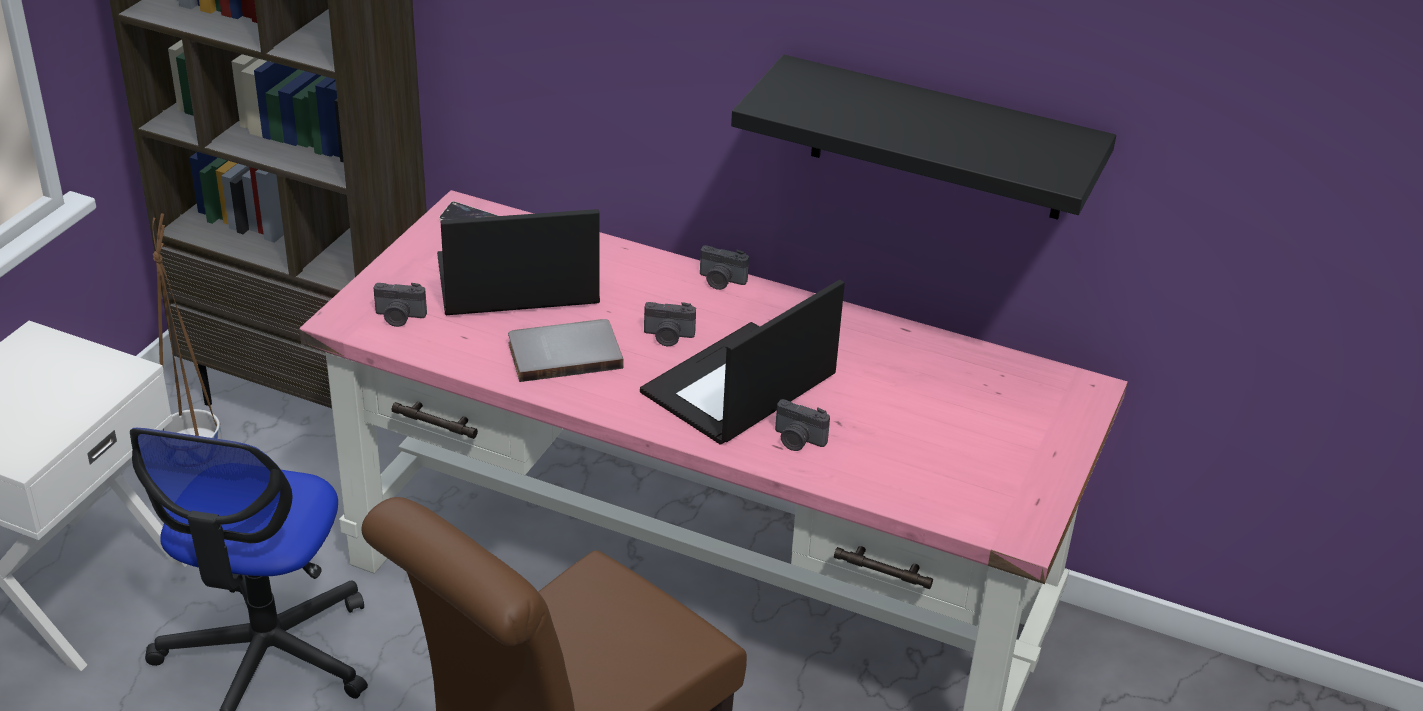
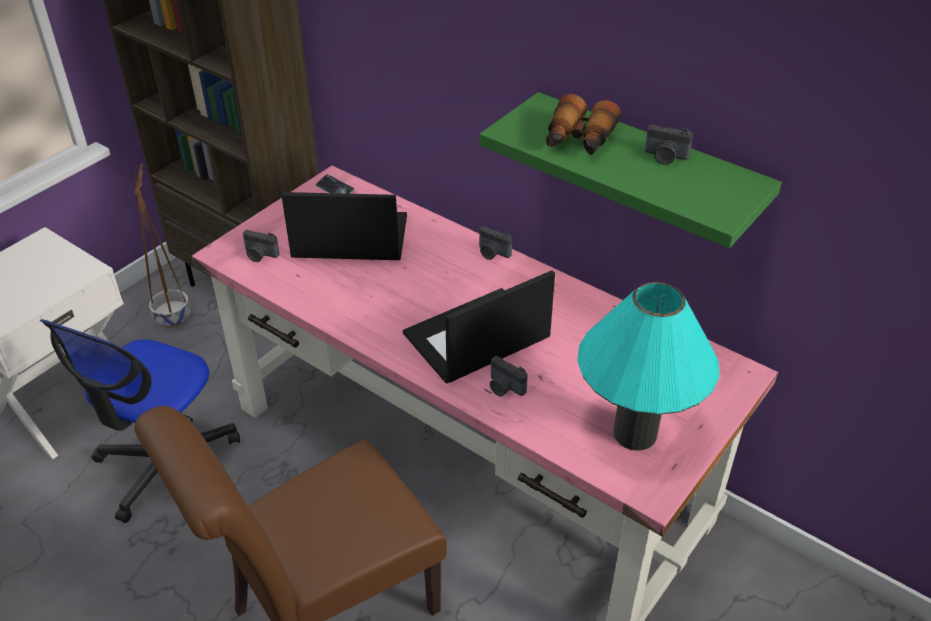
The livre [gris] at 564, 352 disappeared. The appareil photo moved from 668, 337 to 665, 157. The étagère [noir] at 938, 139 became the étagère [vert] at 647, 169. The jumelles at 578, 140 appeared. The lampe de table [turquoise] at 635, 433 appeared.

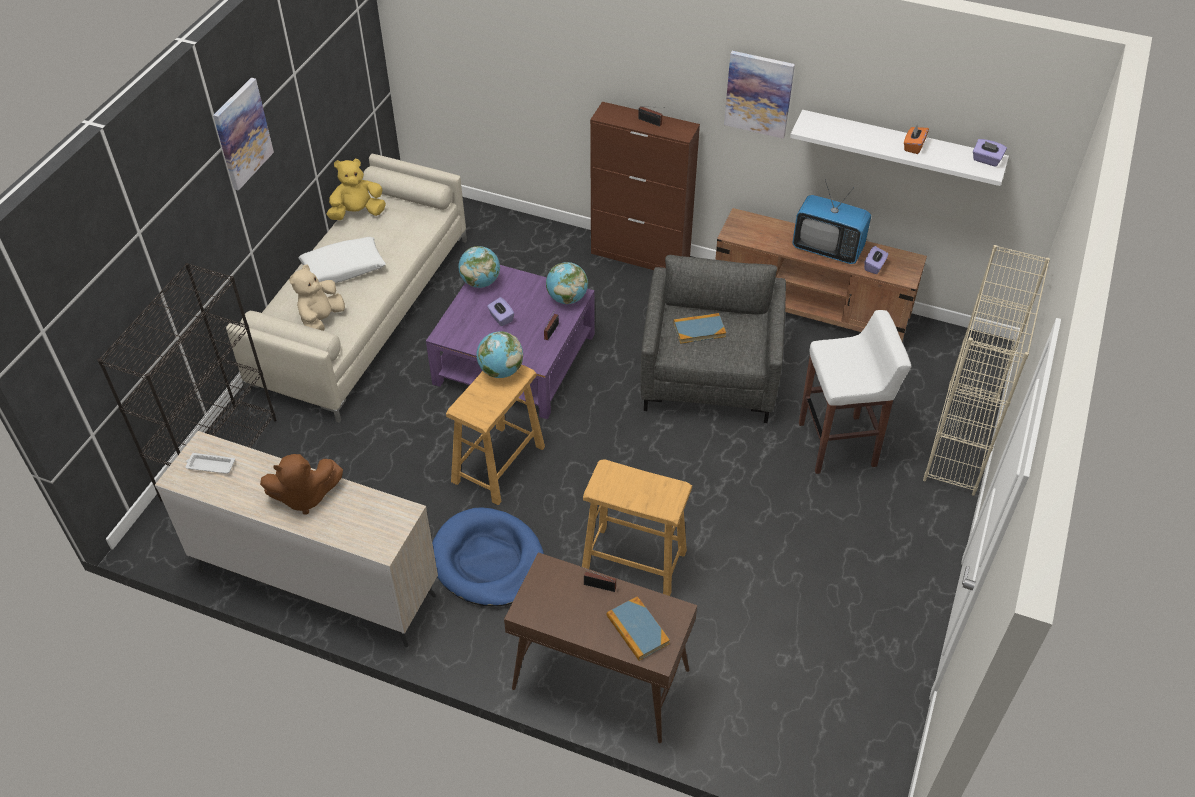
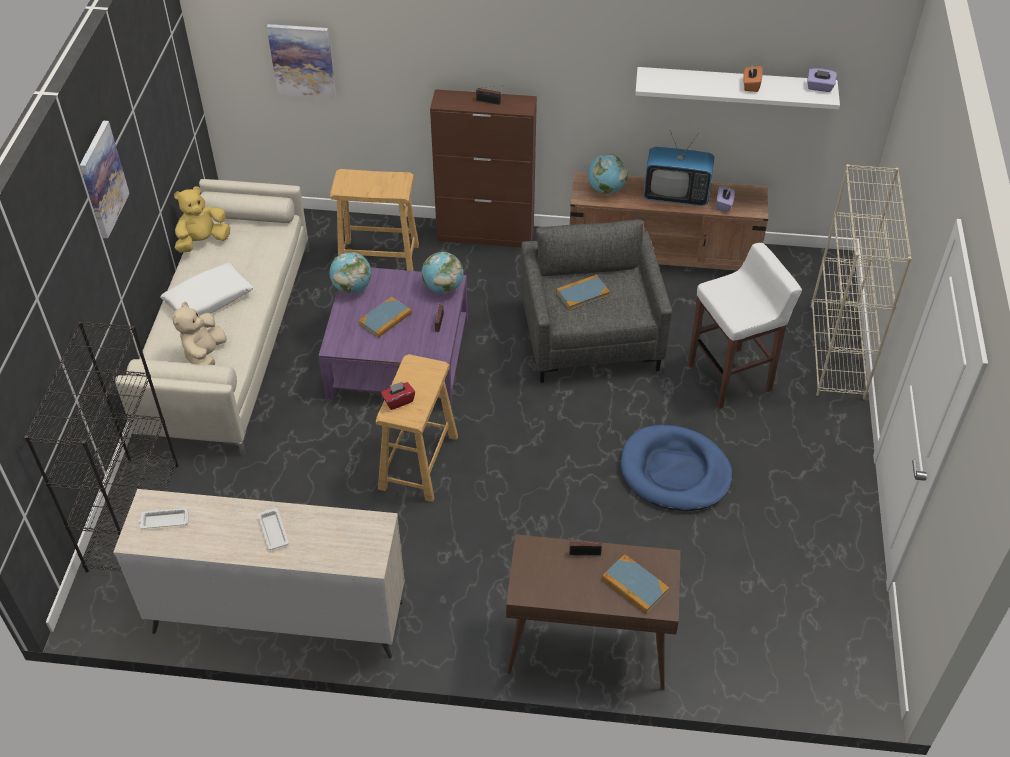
The peluche [marron] at 304, 496 was replaced by the plateau [blanc] at 273, 530. The panier pour chien [bleu] moved from 488, 561 to 675, 472. The globe moved from 501, 371 to 606, 189. The boîte à mouchoirs [violet] at 501, 318 was replaced by the livre at 385, 319. The tabouret [beige] moved from 633, 561 to 378, 258. The tableau moved from 759, 94 to 302, 60. The boîte à mouchoirs [rouge] at 398, 401 appeared.

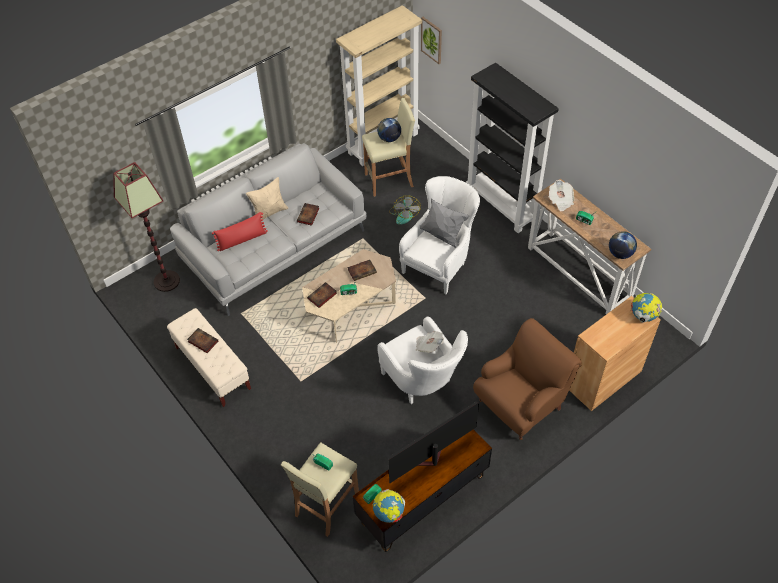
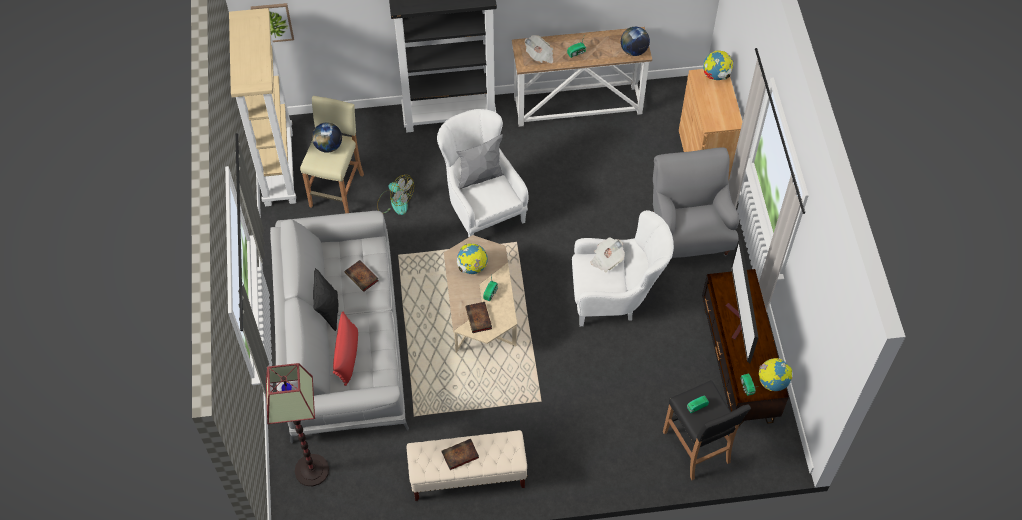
The coussin [beige] at 269, 212 became the coussin [noir] at 328, 311. The tabouret [beige] at 326, 505 became the tabouret [noir] at 696, 448. The livre at 362, 271 was replaced by the globe at 472, 267. The fauteuil [marron] at 521, 404 became the fauteuil [gris] at 689, 234.

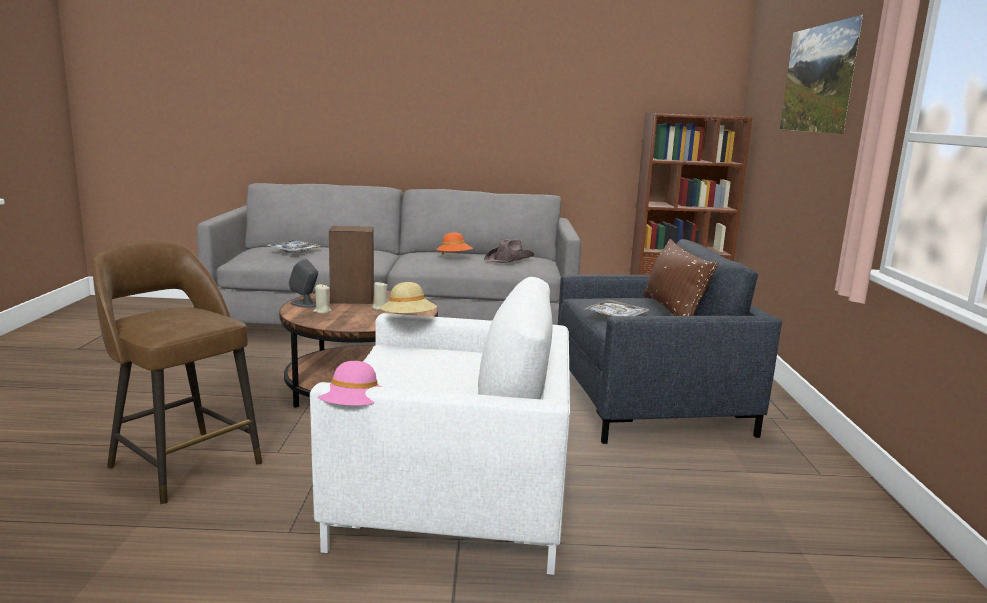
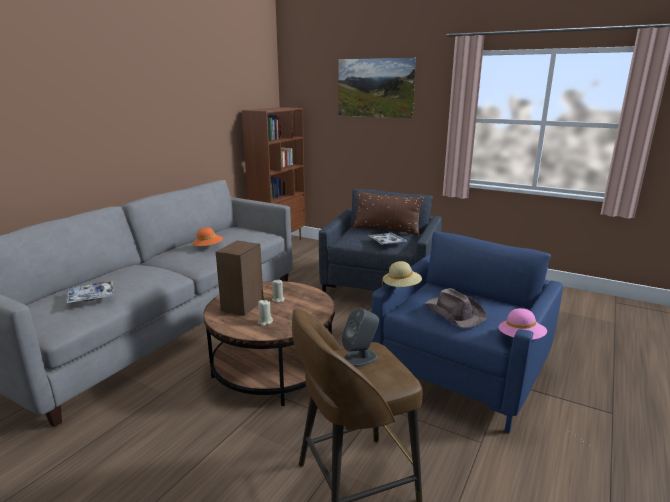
The enceinte [gris] moved from 305, 304 to 360, 358. The fauteuil [blanc] at 453, 499 became the fauteuil [bleu] at 461, 372. The chapeau [marron] moved from 509, 259 to 454, 312.

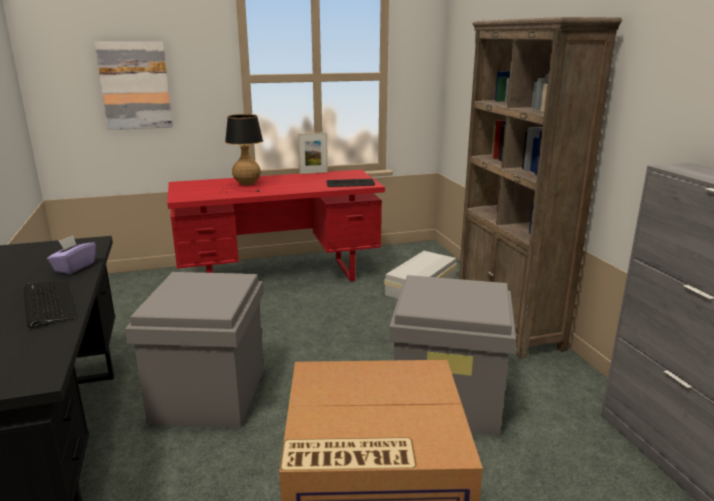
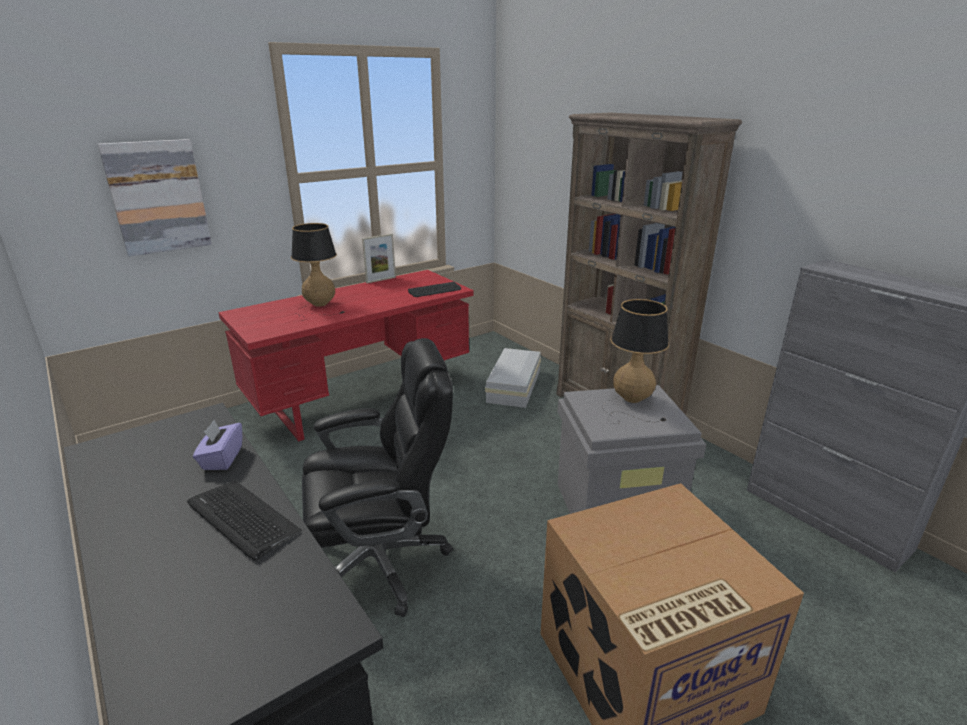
The boîte de rangement [gris] at 210, 395 was replaced by the chaise de bureau [noir] at 381, 561. The lampe de table at 630, 402 appeared.

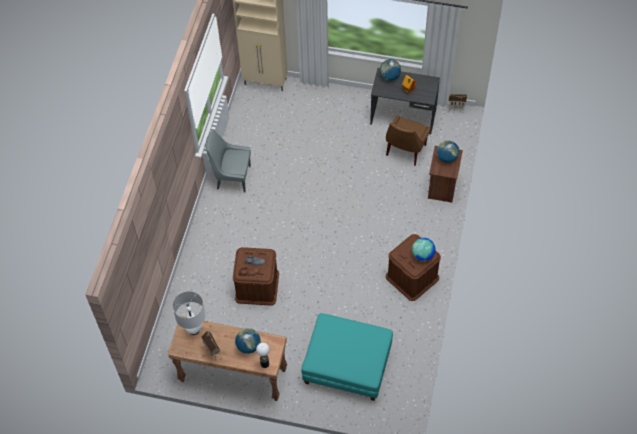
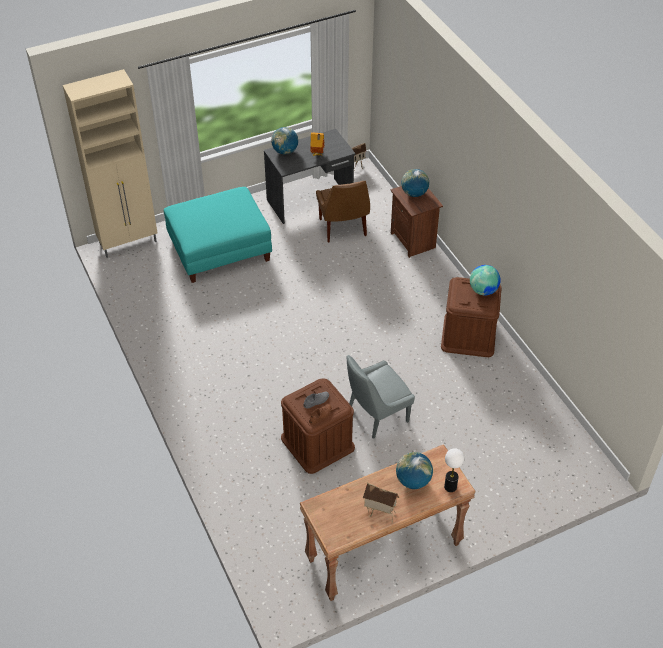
The lampe de table [blanc] at 194, 329 disappeared. The chaise [gris] moved from 232, 177 to 376, 415. The pouf [turquoise] moved from 347, 365 to 219, 249.

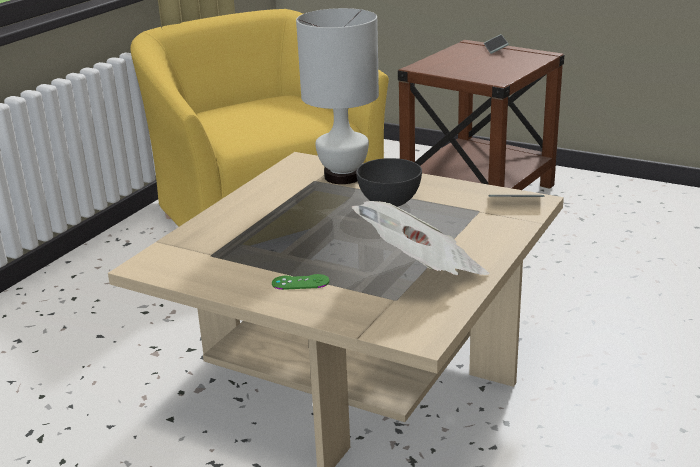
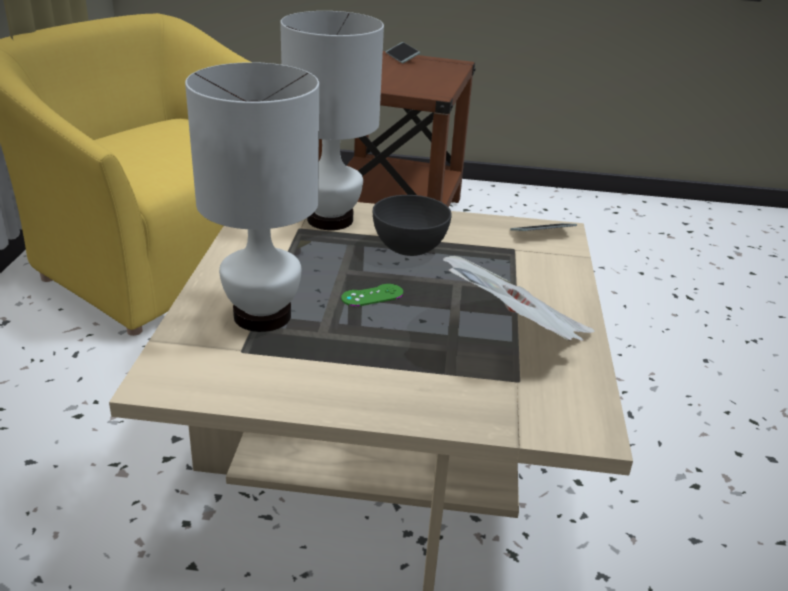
The manette [vert] moved from 300, 282 to 372, 295. The lampe de table [blanc] at 262, 315 appeared.

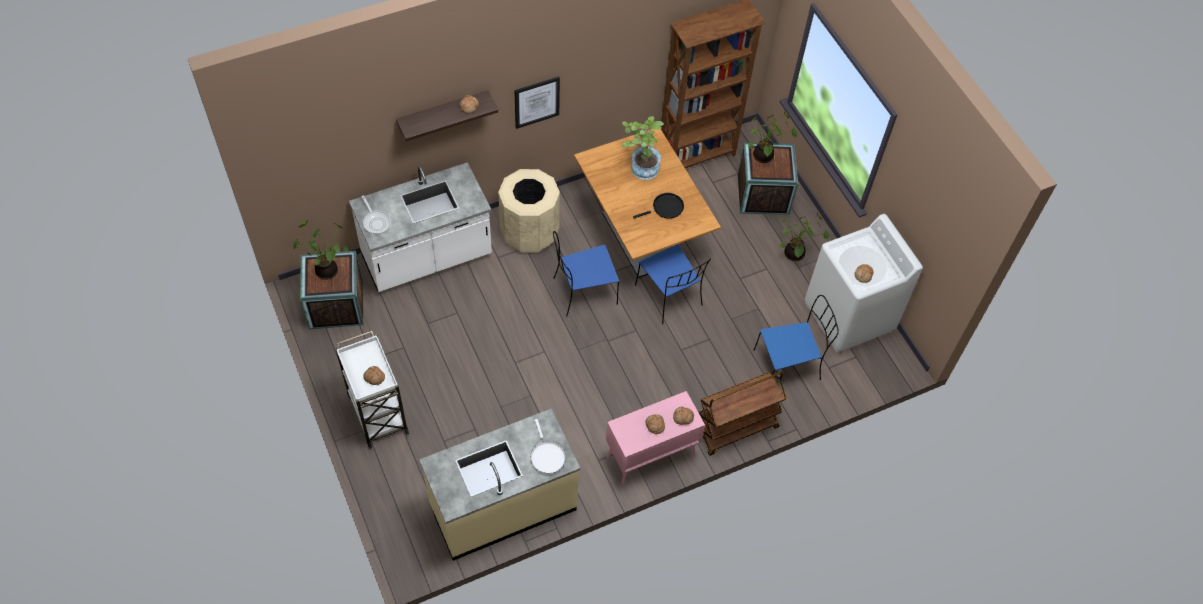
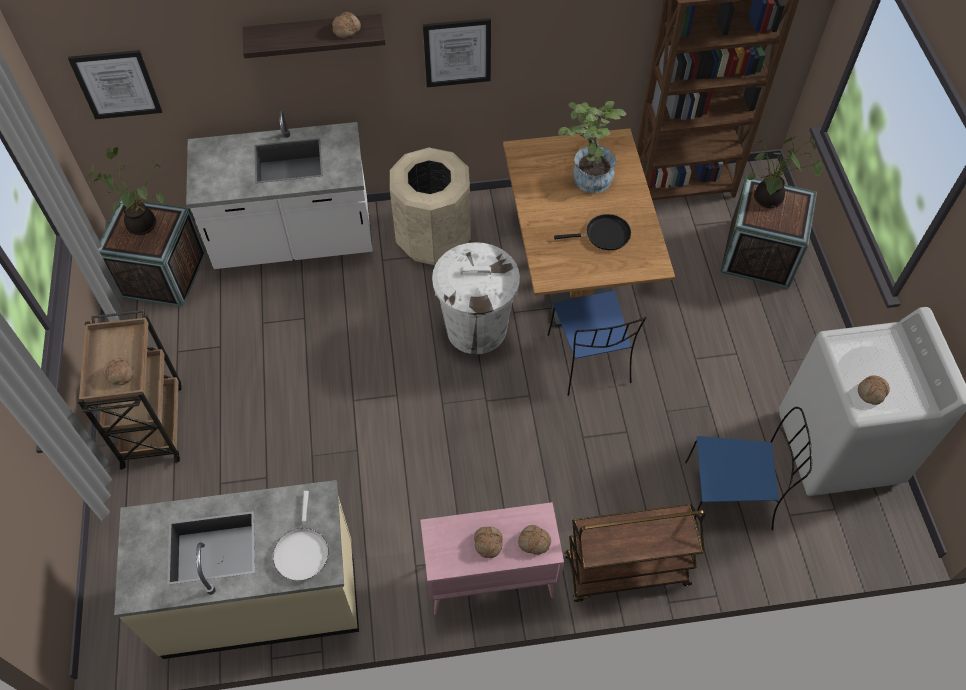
The chariot [blanc] at 377, 412 became the chariot [marron] at 152, 423. The poêle at 376, 222 disappeared. The chaise [bleu] at 583, 292 was replaced by the poubelle [blanc] at 476, 328. The plante en pot at 794, 255 disappeared. The tableau at 117, 84 appeared.

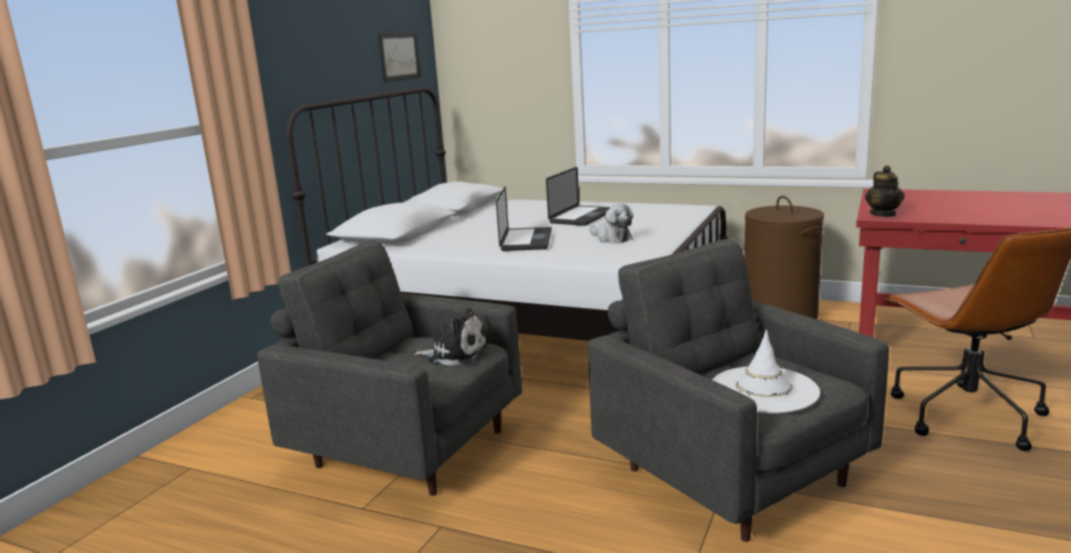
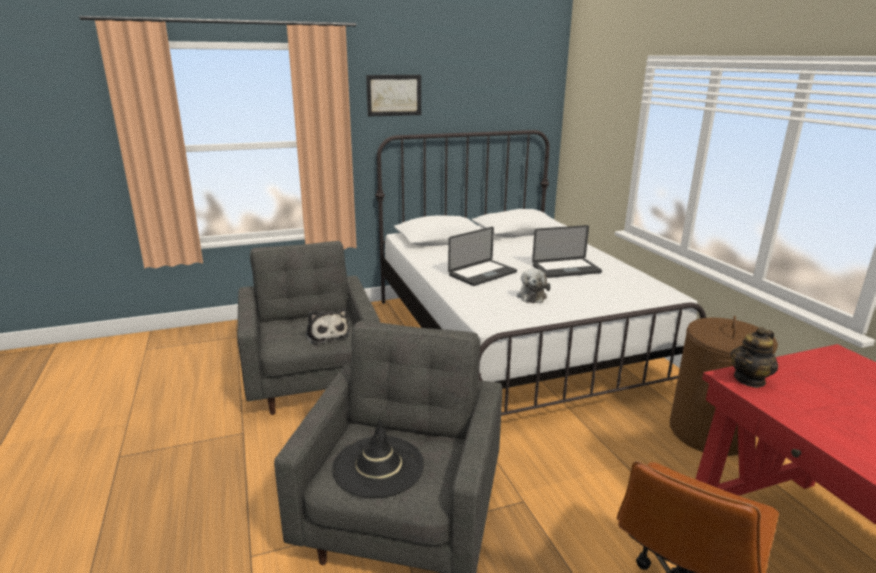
The tableau moved from 400, 56 to 394, 95. The chapeau [blanc] at 764, 390 became the chapeau [noir] at 378, 466.

